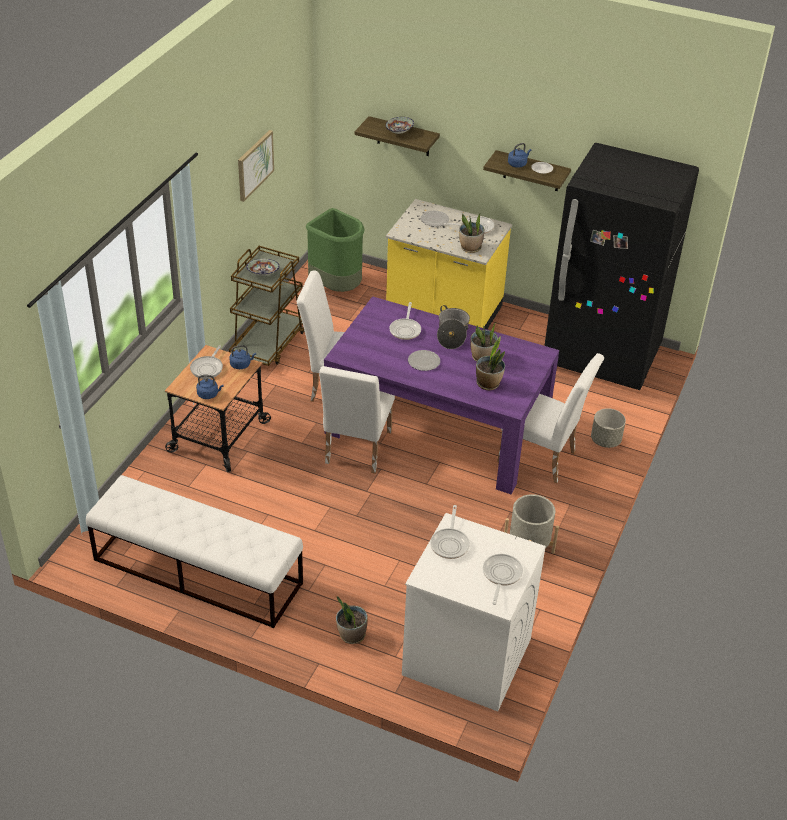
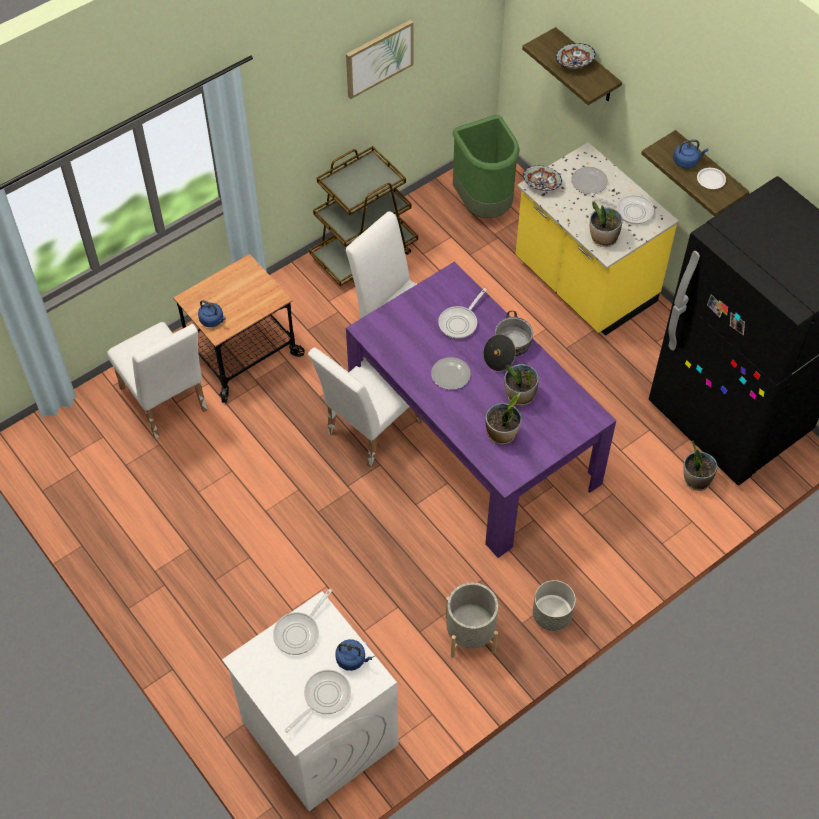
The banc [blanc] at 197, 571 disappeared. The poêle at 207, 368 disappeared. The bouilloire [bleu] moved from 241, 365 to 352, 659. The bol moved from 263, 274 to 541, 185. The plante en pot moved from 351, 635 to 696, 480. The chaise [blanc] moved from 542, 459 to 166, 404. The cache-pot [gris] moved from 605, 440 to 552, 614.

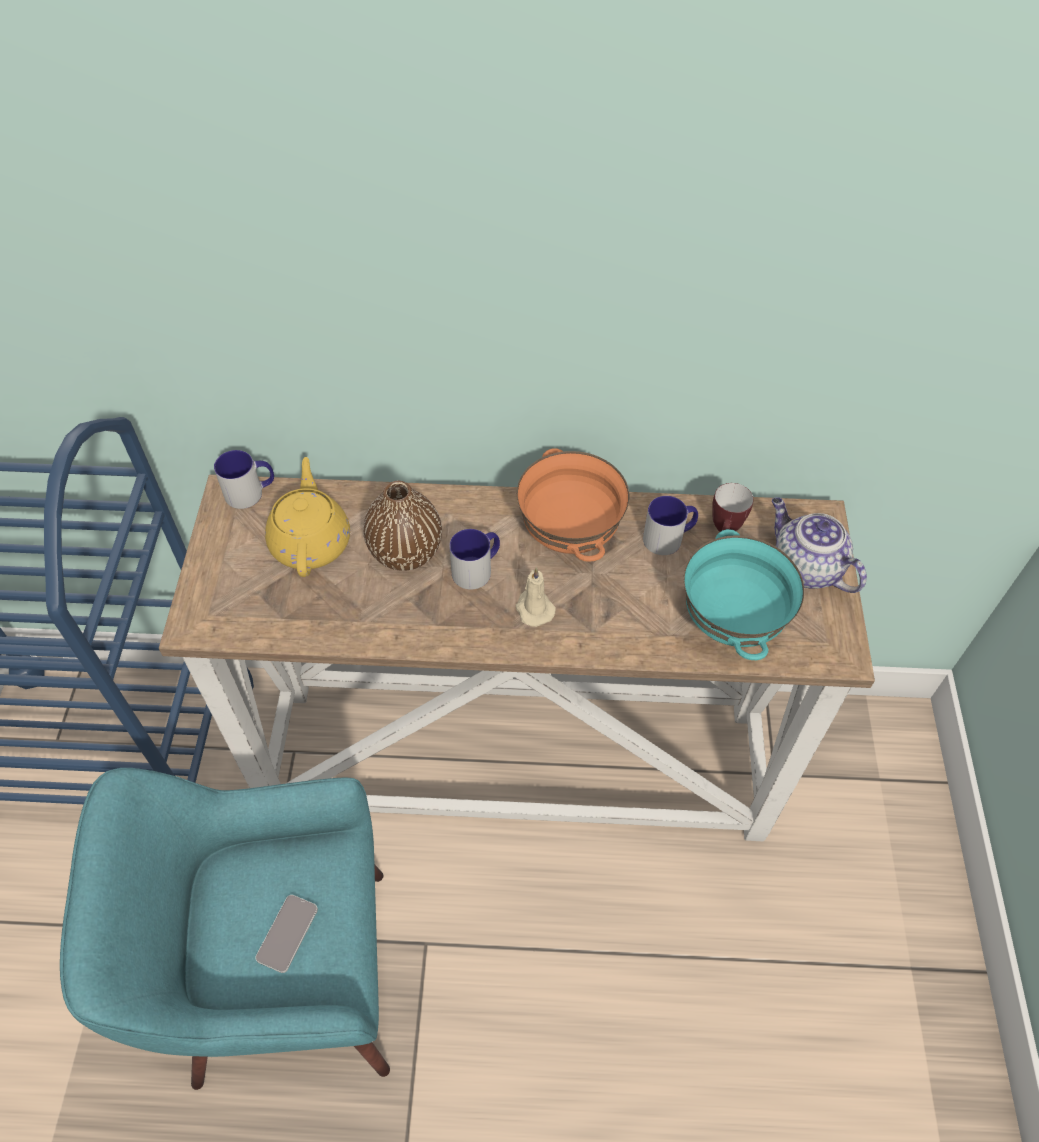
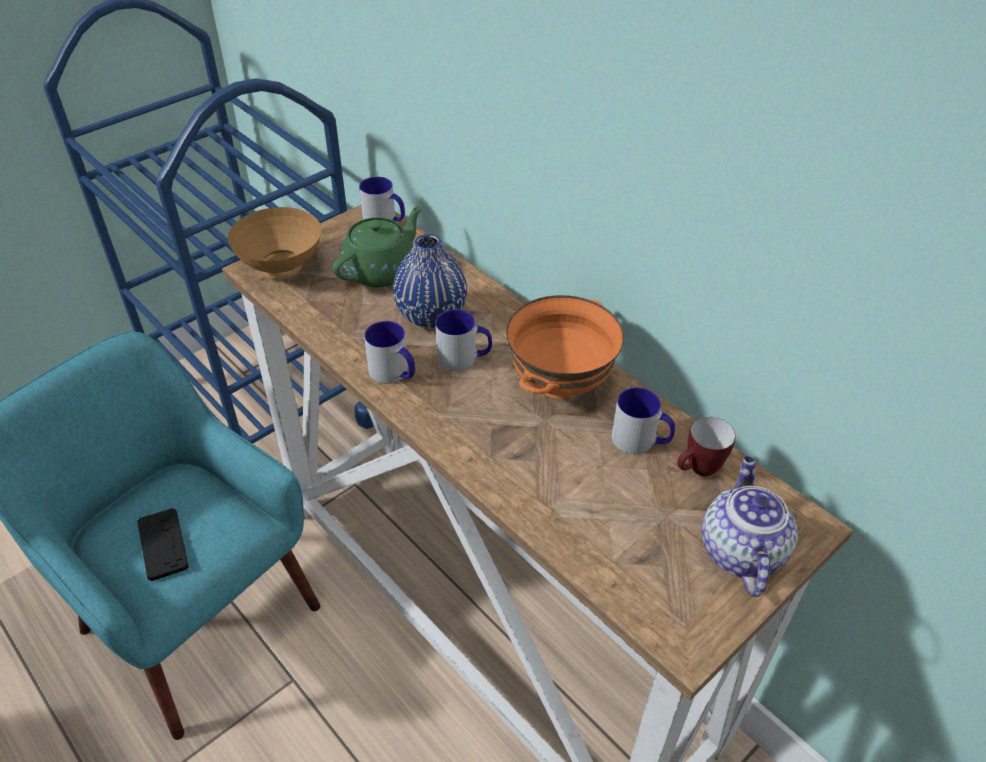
The téléphone at 287, 933 was replaced by the manette [noir] at 163, 545. The théière [jaune] at 311, 541 became the théière [vert] at 381, 270. The vase [marron] at 406, 551 became the vase [bleu] at 431, 315. The bougie [beige] at 533, 608 disappeared. The bol [turquoise] at 729, 623 disappeared. The bol [marron] at 283, 268 appeared. The mug at 394, 373 appeared.

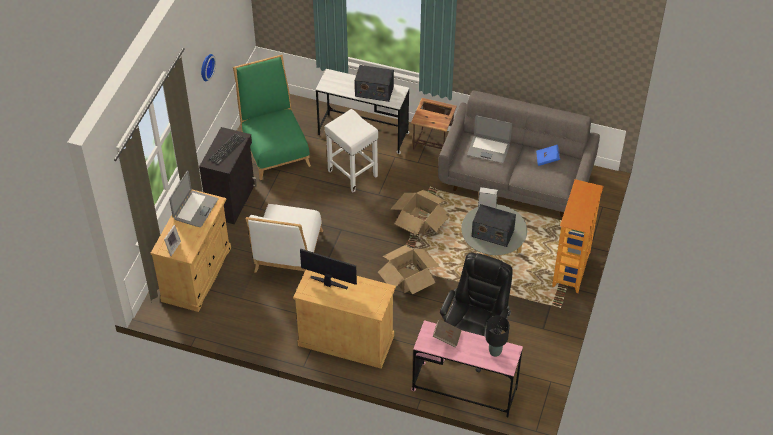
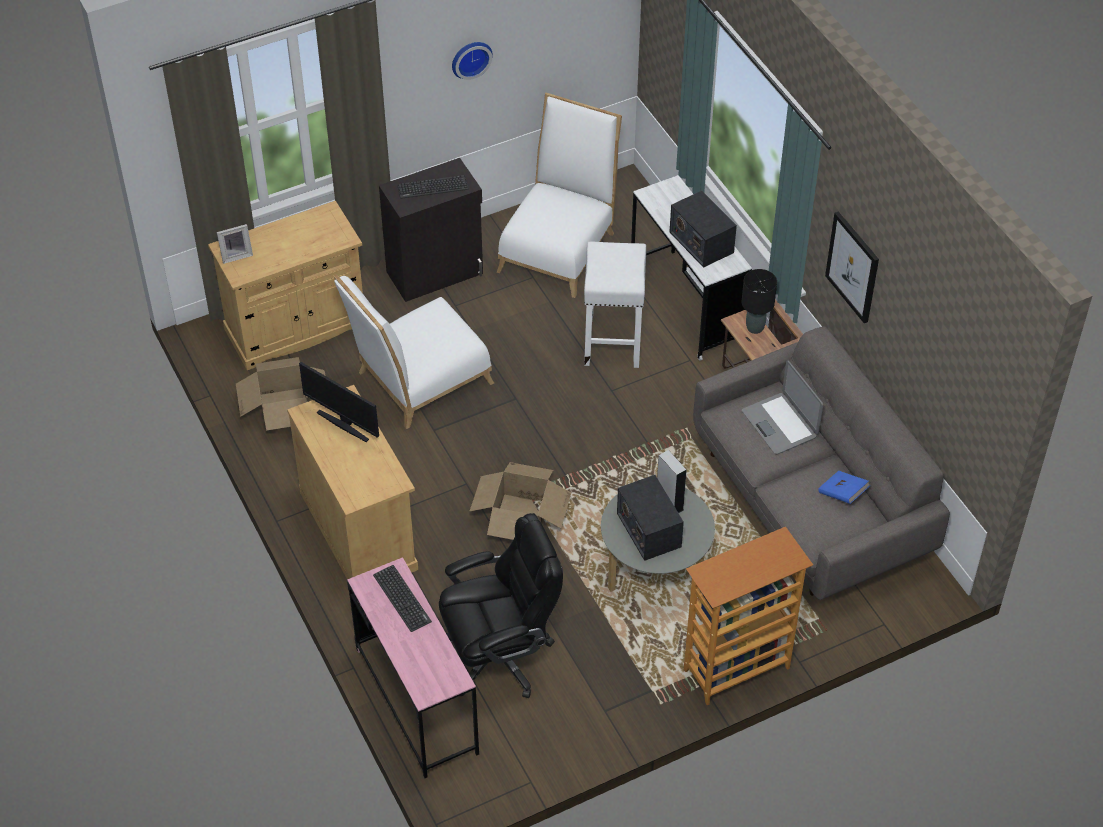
The ordinateur portable at 195, 209 disappeared. The chaise [vert] at 274, 148 became the chaise [blanc] at 559, 246. The écran d'ordinateur at 328, 283 turned 150 degrees clockwise. The carton moved from 420, 221 to 285, 408. The livre [marron] at 447, 337 was replaced by the clavier at 402, 598. The lampe de table [noir] moved from 495, 352 to 755, 328. The tableau at 853, 267 appeared.

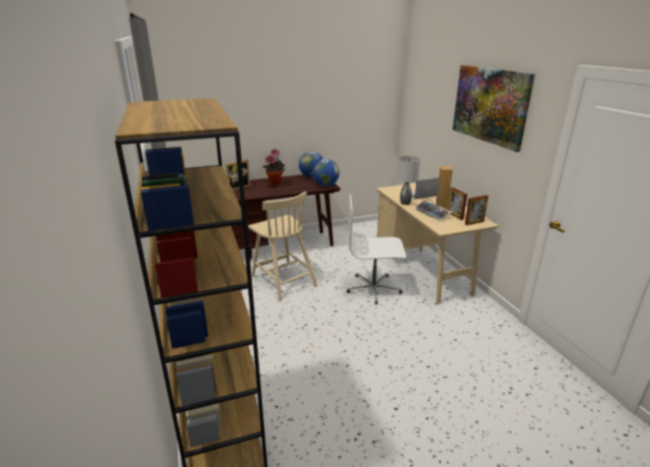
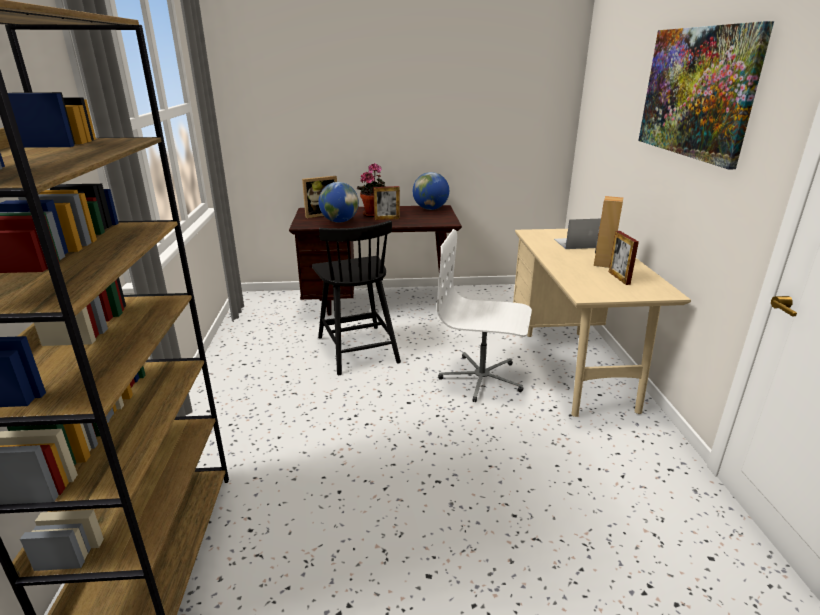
The chaise [beige] at 283, 280 became the chaise [noir] at 357, 348. The globe moved from 325, 185 to 339, 221. The lampe de table [gris] at 405, 203 disappeared. The clavier at 433, 214 disappeared. The cadre photo moved from 474, 223 to 387, 219.

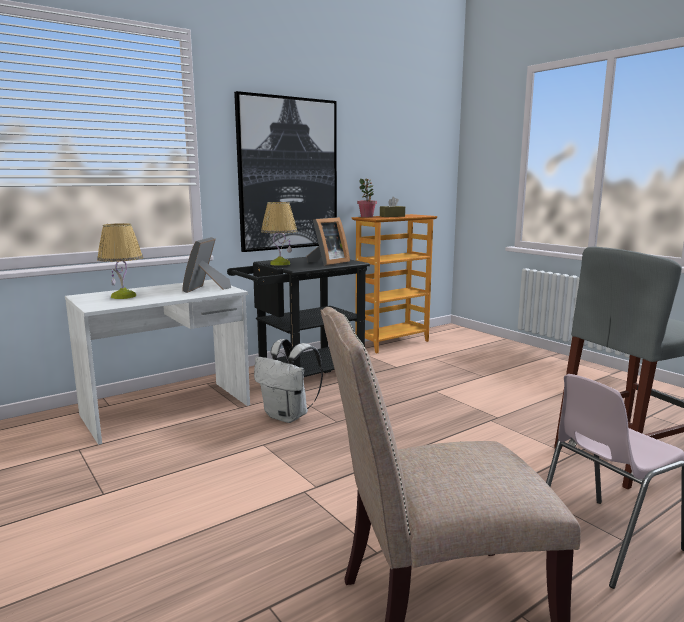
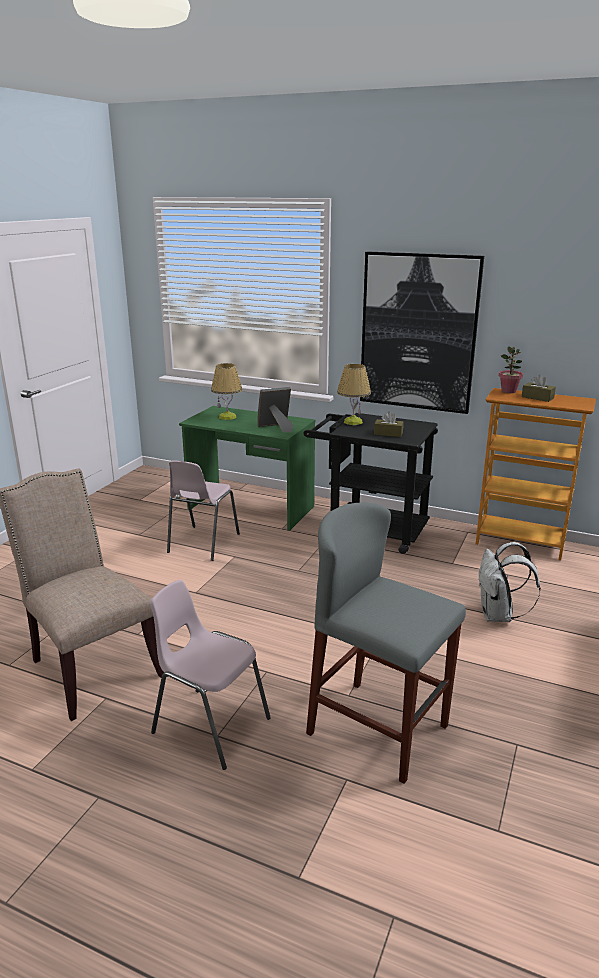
The bureau [blanc] at 167, 410 became the bureau [vert] at 250, 508. The sac à dos [blanc] moved from 288, 416 to 498, 616. The cadre photo at 328, 263 was replaced by the boîte à mouchoirs [marron] at 388, 433. The chaise [rose] at 202, 543 appeared.

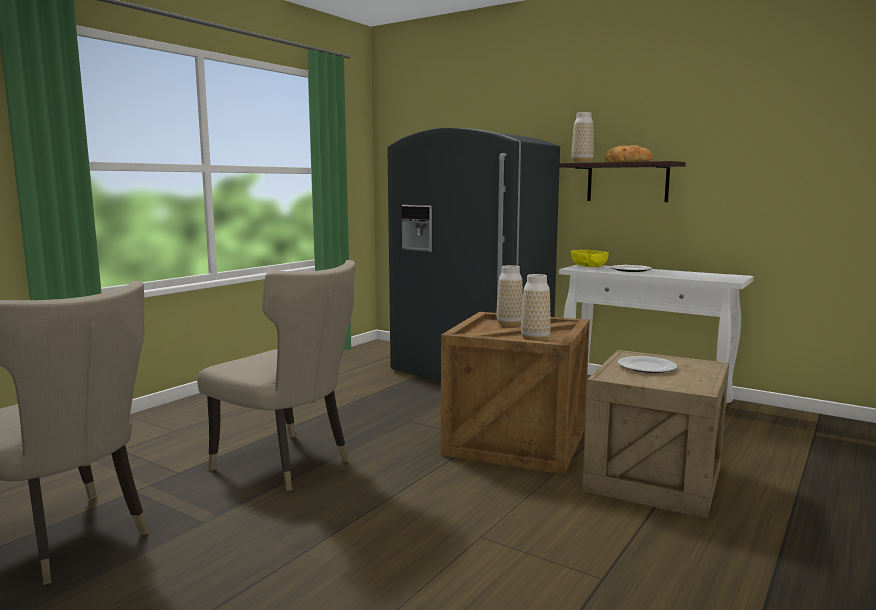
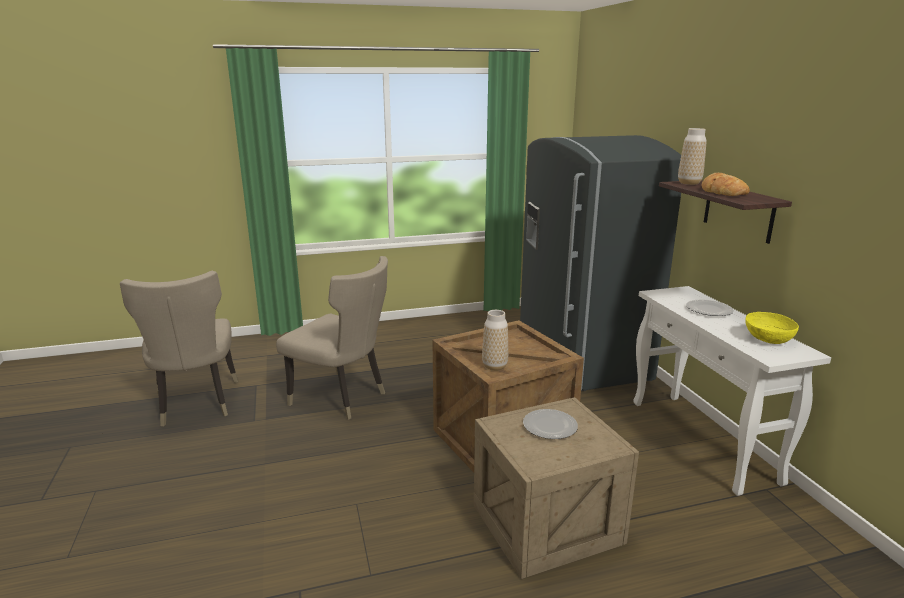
The chaise [beige] at 288, 464 turned 45 degrees counterclockwise. The vase at 509, 325 disappeared. The bol [jaune] moved from 589, 266 to 768, 338.

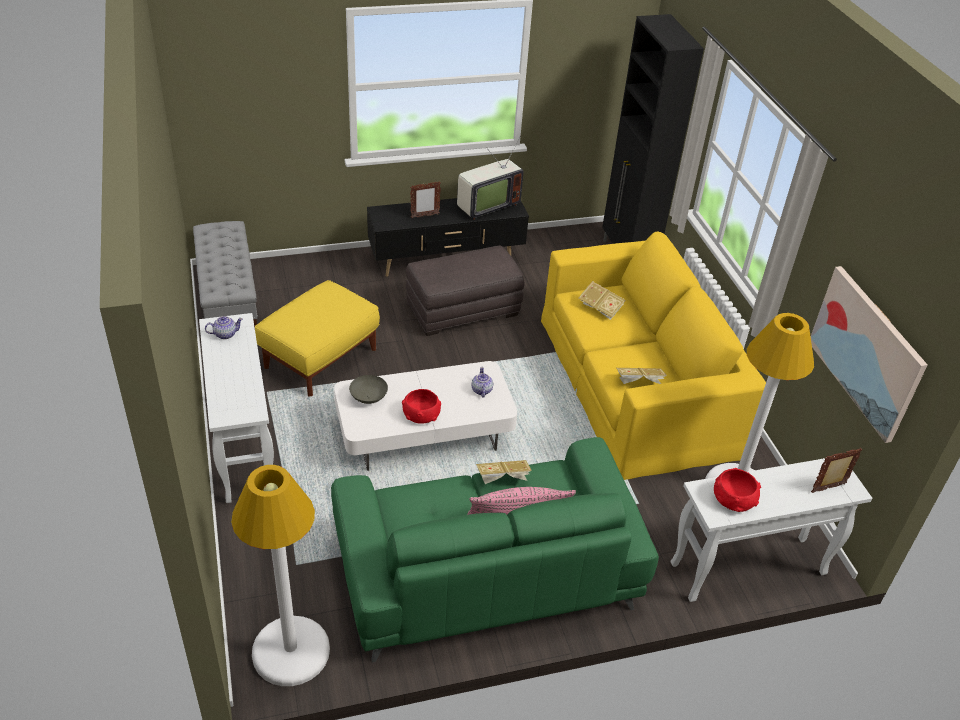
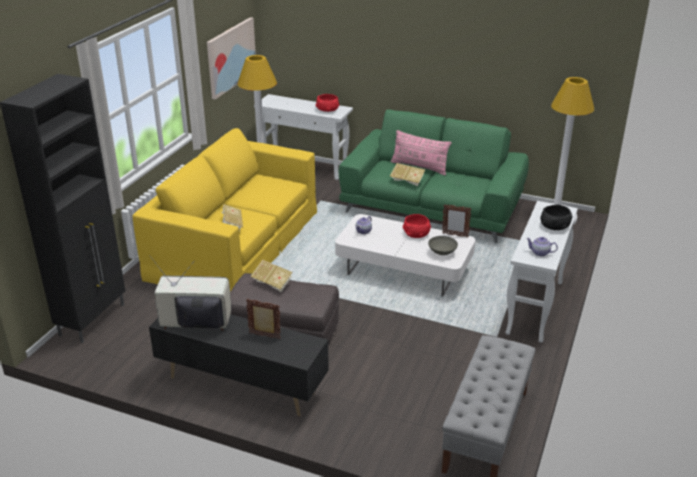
The pouf [jaune] at 321, 358 disappeared. The livre moved from 639, 383 to 272, 283. The cadre photo moved from 829, 488 to 455, 235. The bol [noir] at 555, 226 appeared.

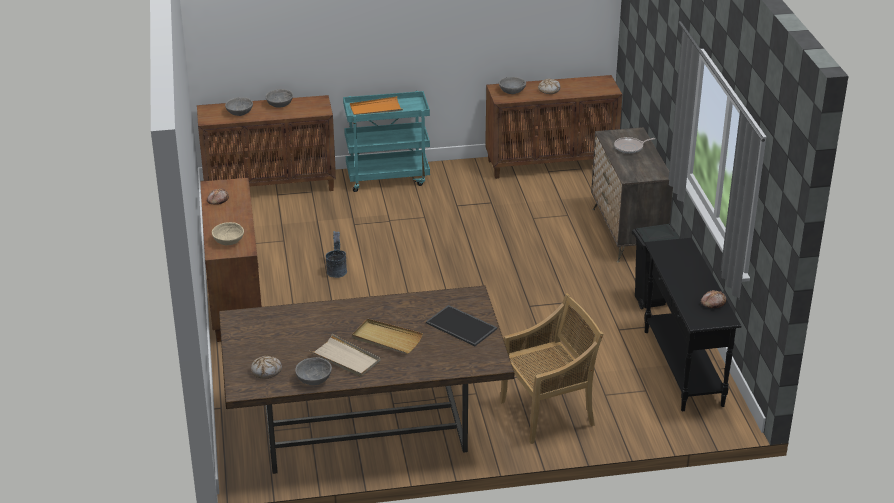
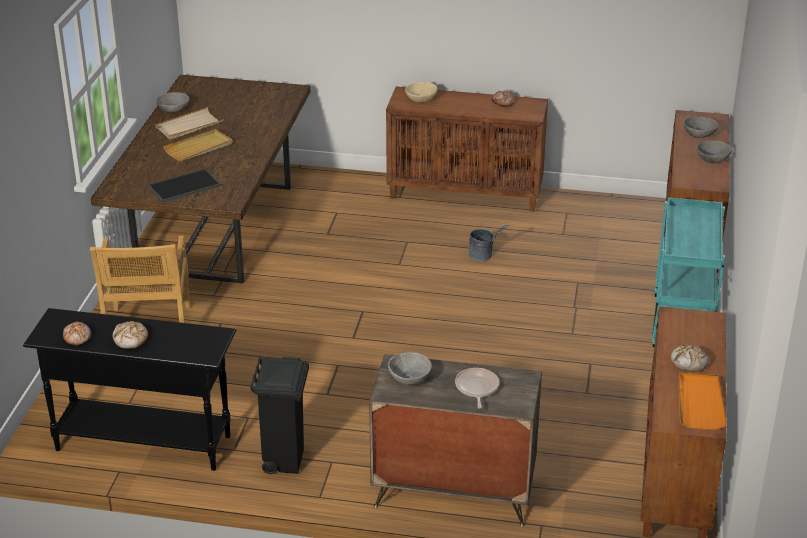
The pain moved from 266, 371 to 130, 339. The plateau [orange] moved from 375, 109 to 700, 403. The bol [gris] moved from 512, 91 to 409, 377.

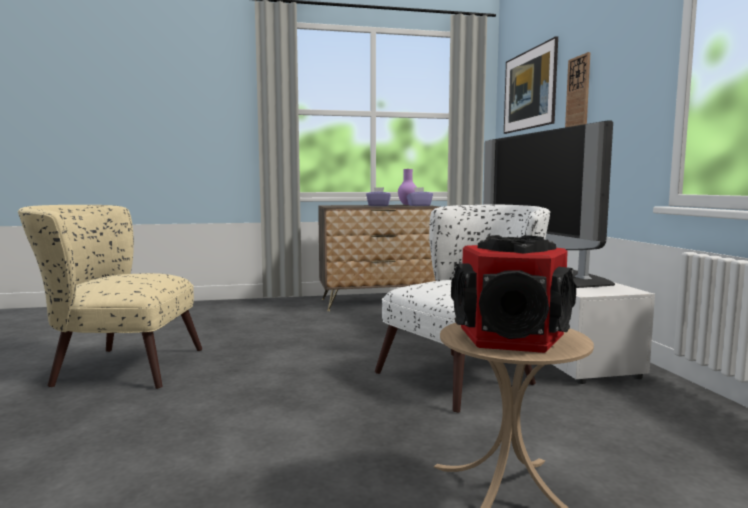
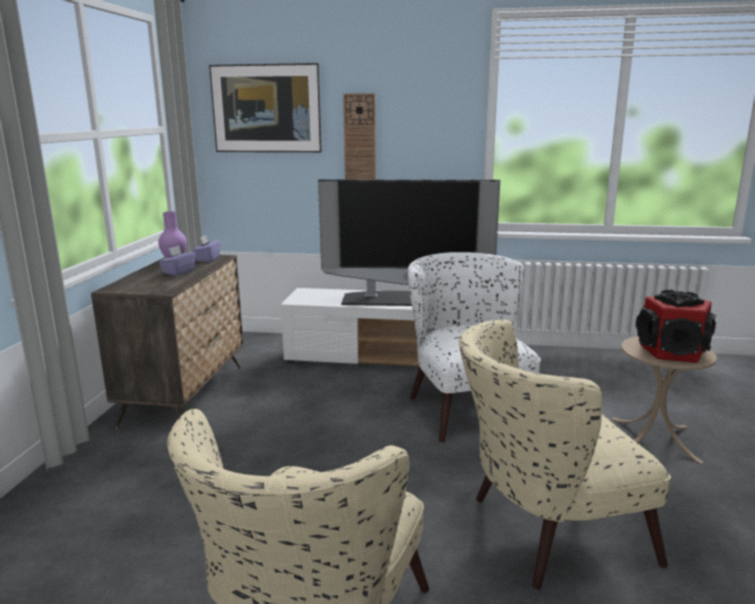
The fauteuil [beige] at 543, 532 appeared.

